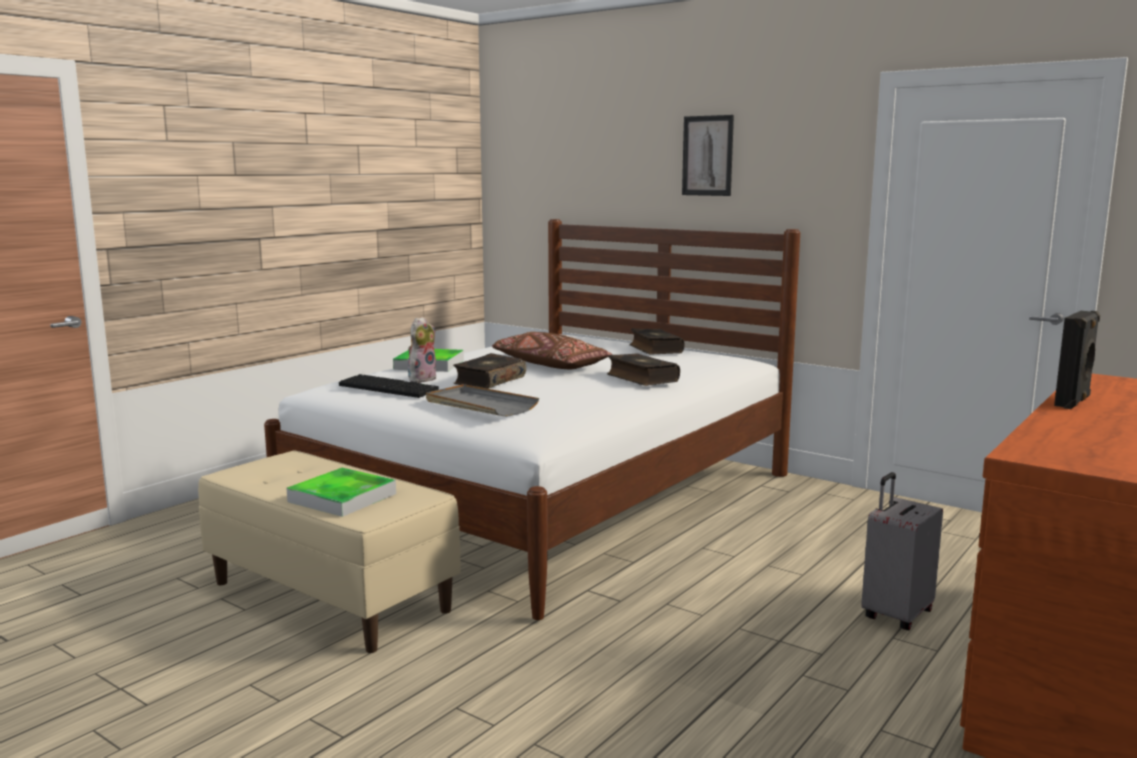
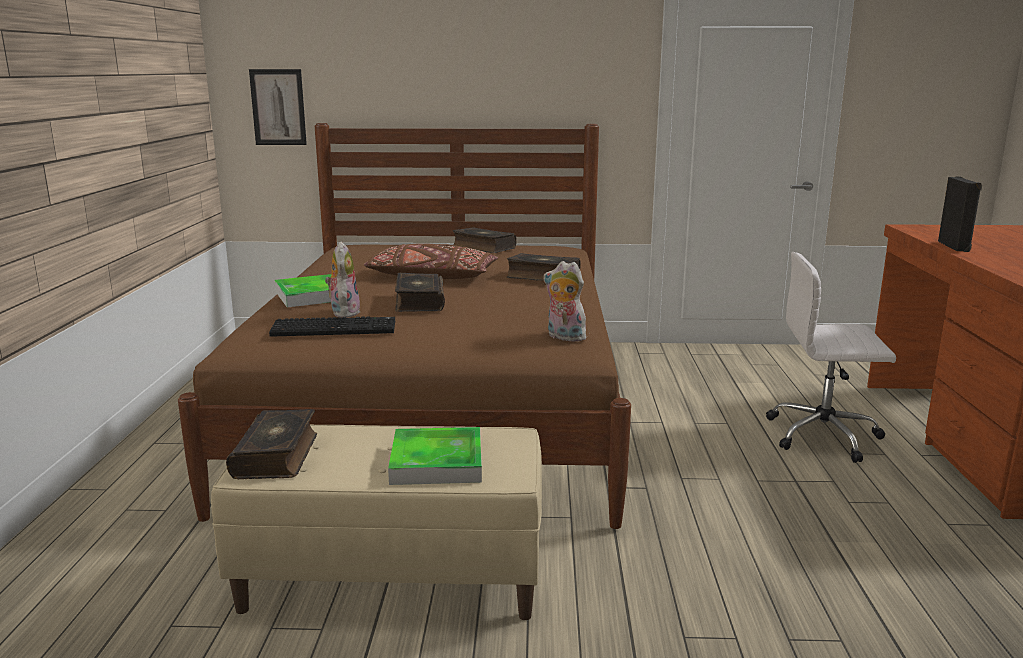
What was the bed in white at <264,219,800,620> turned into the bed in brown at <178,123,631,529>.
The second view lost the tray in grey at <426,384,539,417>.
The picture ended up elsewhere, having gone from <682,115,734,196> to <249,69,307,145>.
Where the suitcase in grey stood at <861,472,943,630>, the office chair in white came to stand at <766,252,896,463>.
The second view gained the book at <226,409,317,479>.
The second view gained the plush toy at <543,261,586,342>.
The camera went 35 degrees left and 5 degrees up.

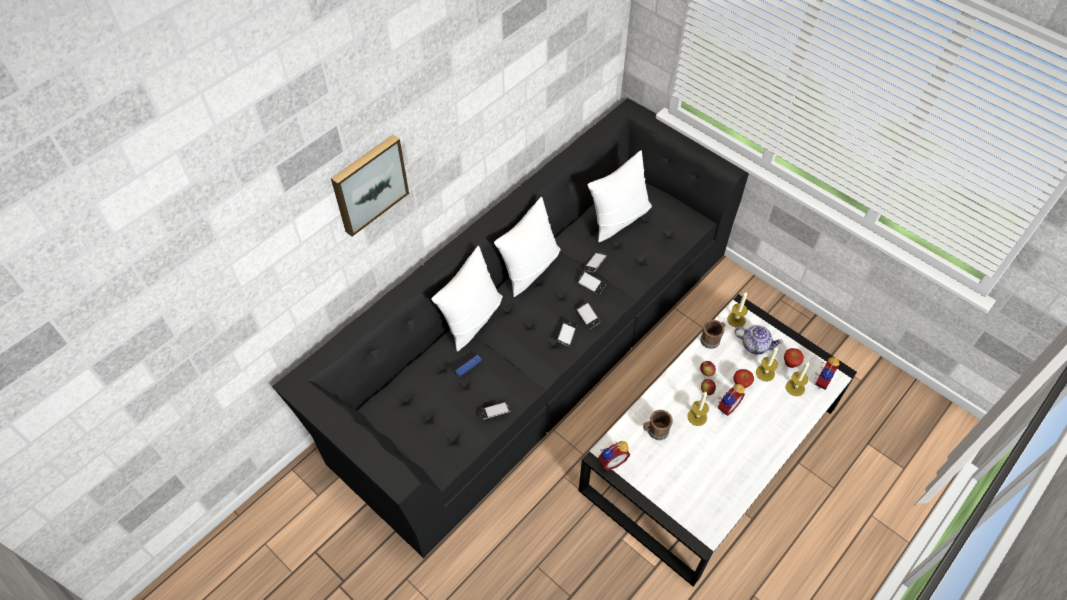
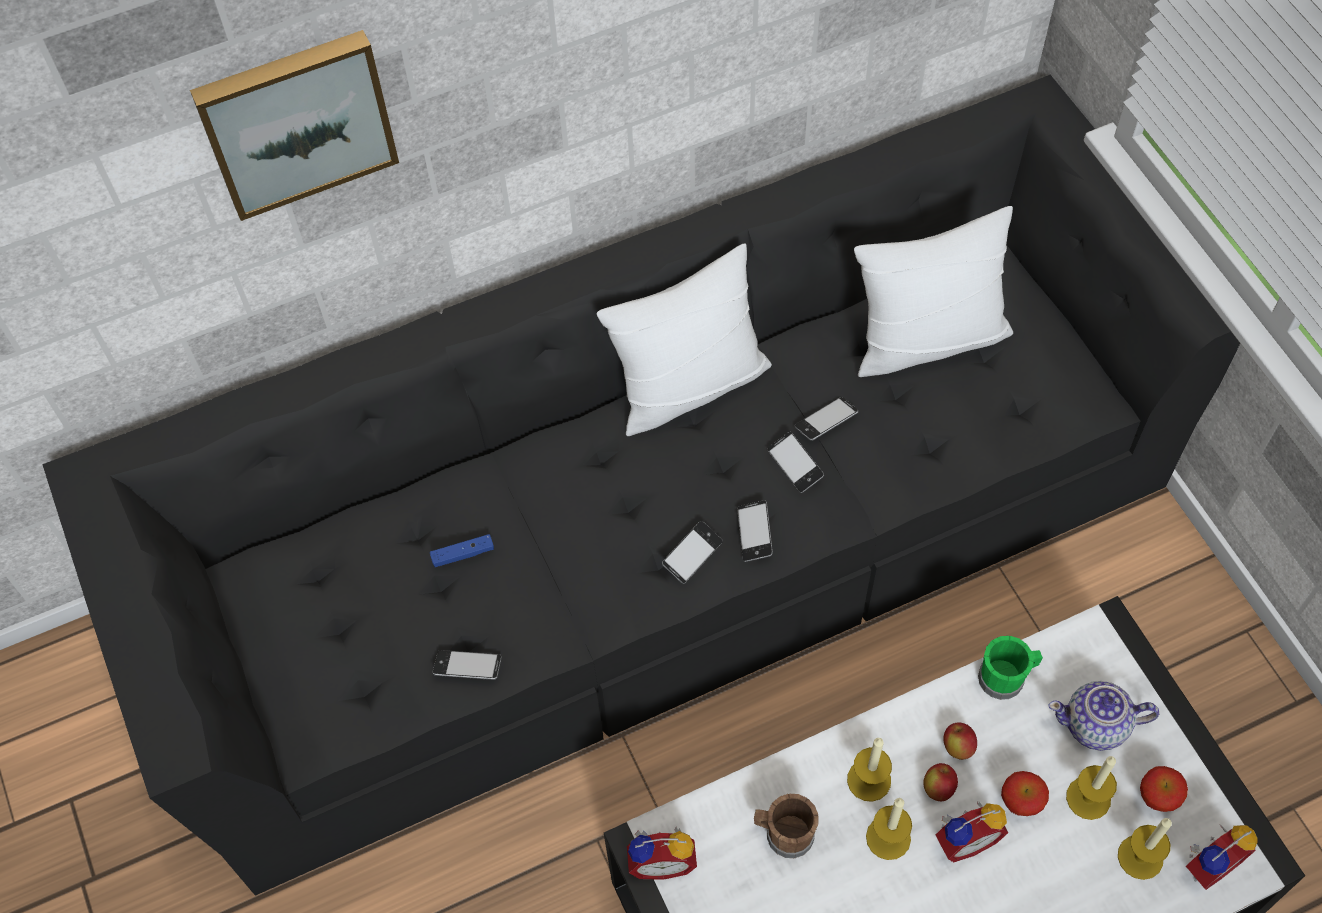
The second view lost the pillow in white at <431,246,503,352>.
What was the mug in brown at <700,320,725,349> turned into the mug in green at <978,636,1043,700>.
The candle ended up elsewhere, having gone from <727,292,748,327> to <847,738,892,802>.
The teapot at <734,325,783,354> ended up facing another way, 135 degrees clockwise from before.
The camera went 25 degrees right and 5 degrees up.

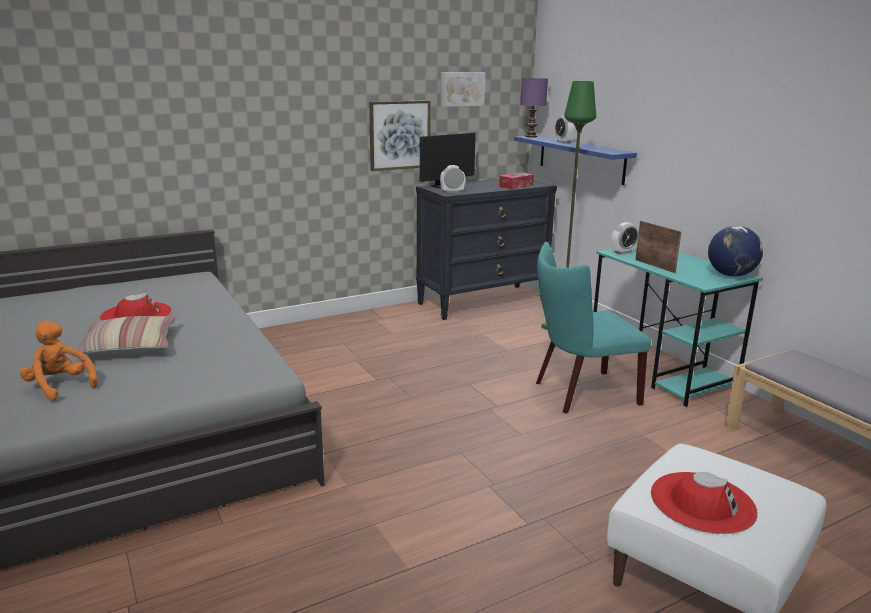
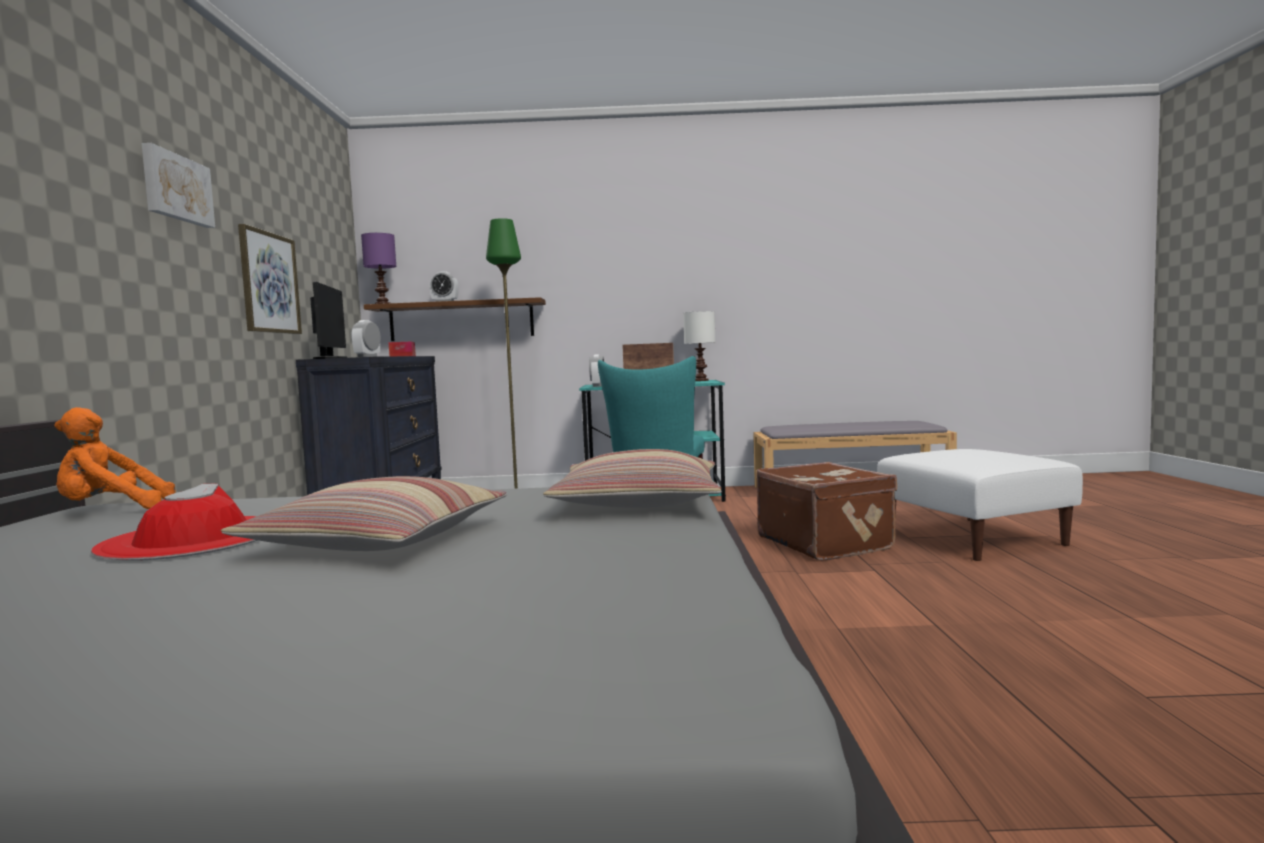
The plush toy in orange ended up elsewhere, having gone from <20,321,97,401> to <55,407,176,509>.
The picture ended up elsewhere, having gone from <441,72,485,107> to <142,143,215,228>.
What was the shelf in blue at <514,136,637,185> turned into the shelf in brown at <364,297,546,341>.
The second view lost the hat in red at <651,472,758,534>.
Where the globe stood at <708,226,763,277>, the table lamp in white came to stand at <683,311,716,381>.
The second view gained the pillow at <543,449,722,508>.
The second view gained the suitcase in brown at <756,462,897,560>.
The camera went 60 degrees left and 15 degrees down.

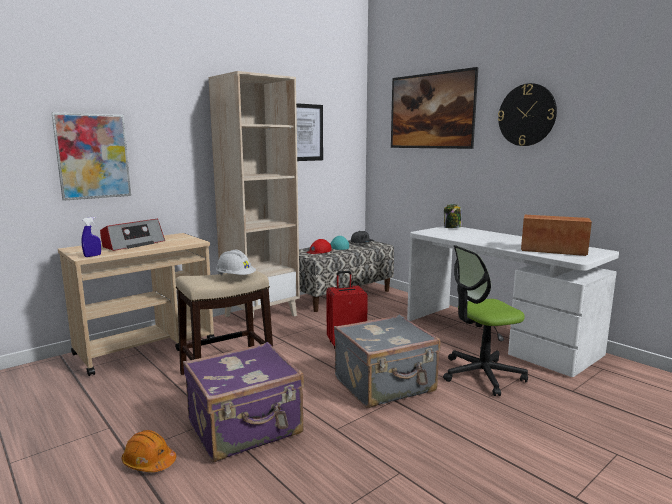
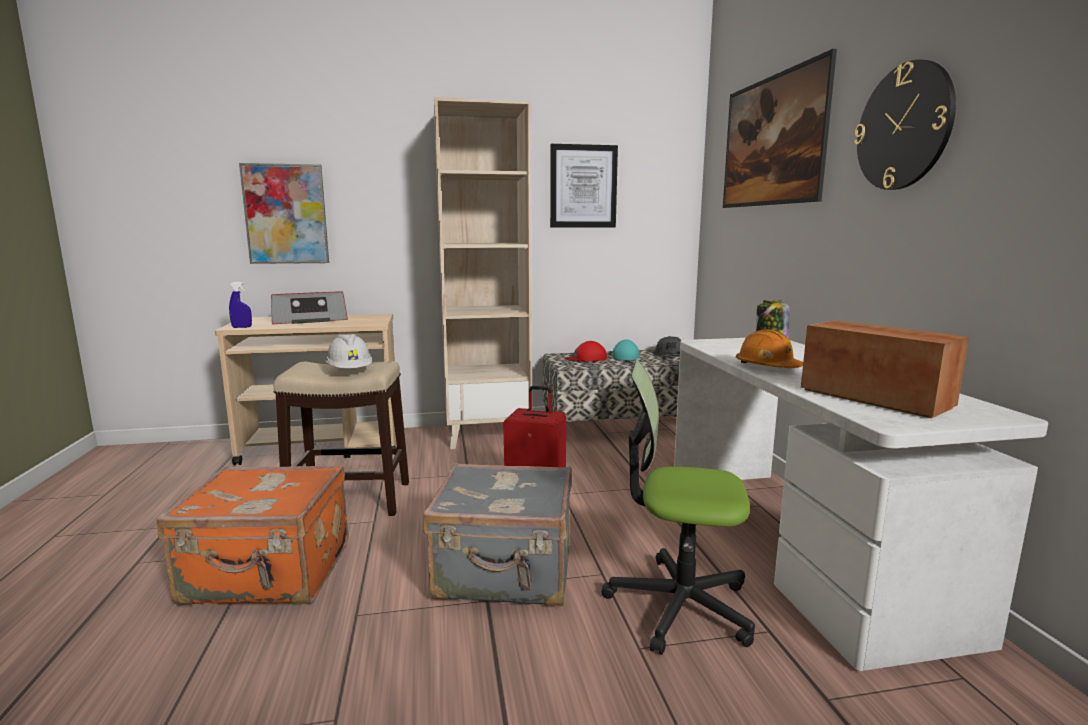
The hard hat in orange ended up elsewhere, having gone from <122,430,176,472> to <736,329,803,368>.
What was the suitcase in purple at <183,342,304,462> turned into the suitcase in orange at <157,465,348,605>.
The camera went 30 degrees right and 0 degrees up.

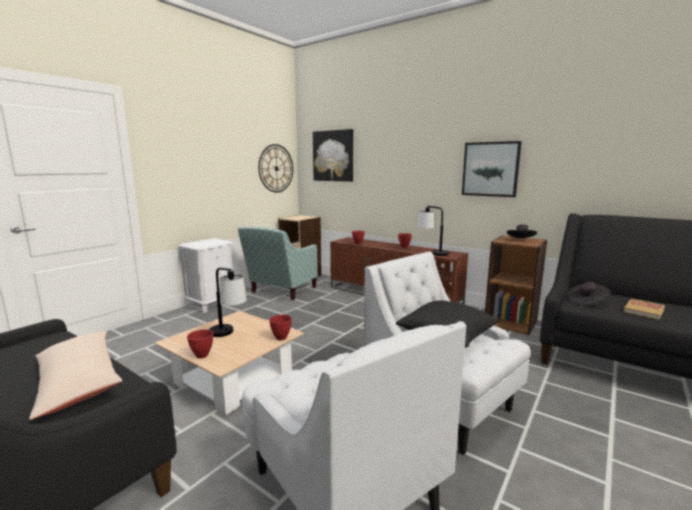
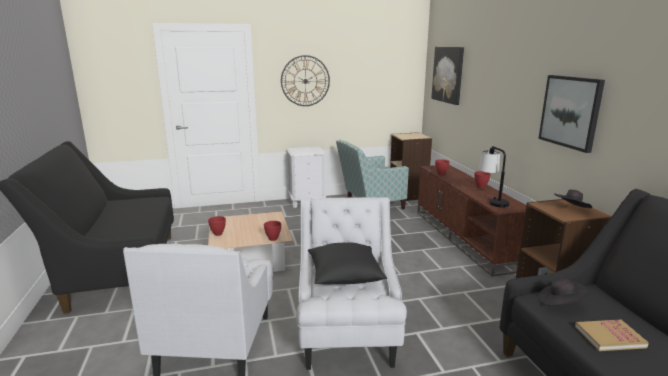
The second view lost the pillow in beige at <29,331,123,420>.
The second view lost the table lamp at <209,267,247,337>.
The wall clock ended up elsewhere, having gone from <258,144,293,192> to <281,55,330,106>.
The camera went 40 degrees right and 5 degrees up.

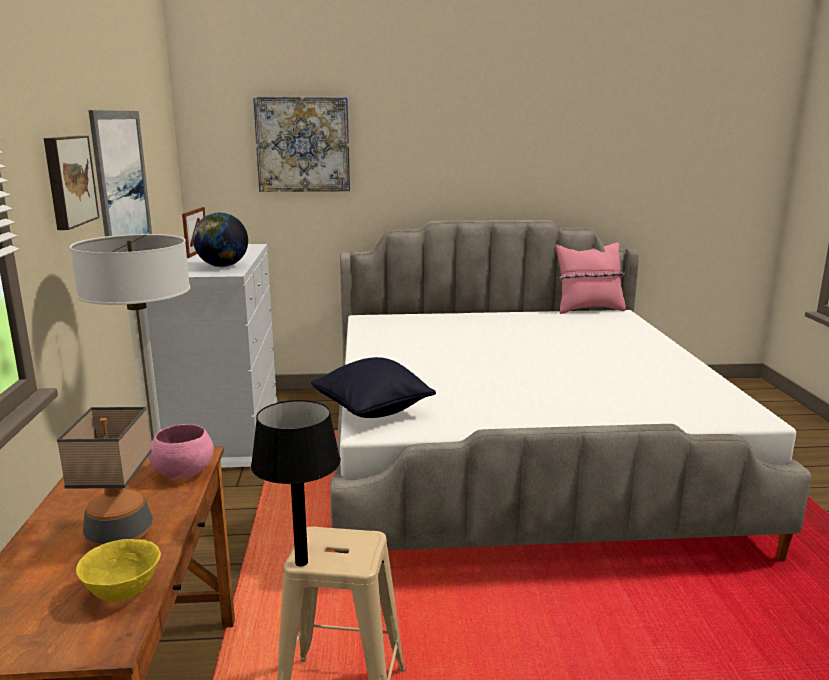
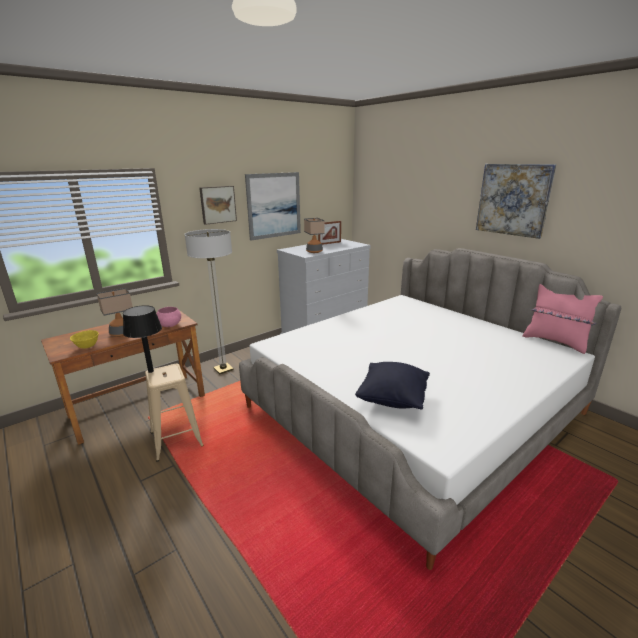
Where the globe stood at <193,212,248,267>, the table lamp came to stand at <304,218,325,253>.
The picture ended up elsewhere, having gone from <253,97,350,192> to <476,164,556,239>.
The pillow in black ended up elsewhere, having gone from <311,357,436,418> to <355,362,430,409>.
The camera went 55 degrees right and 5 degrees up.

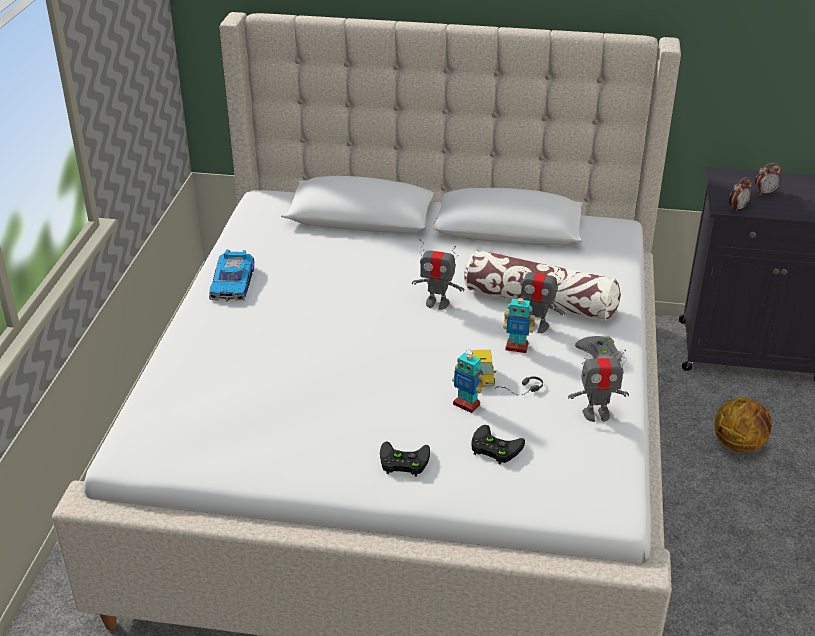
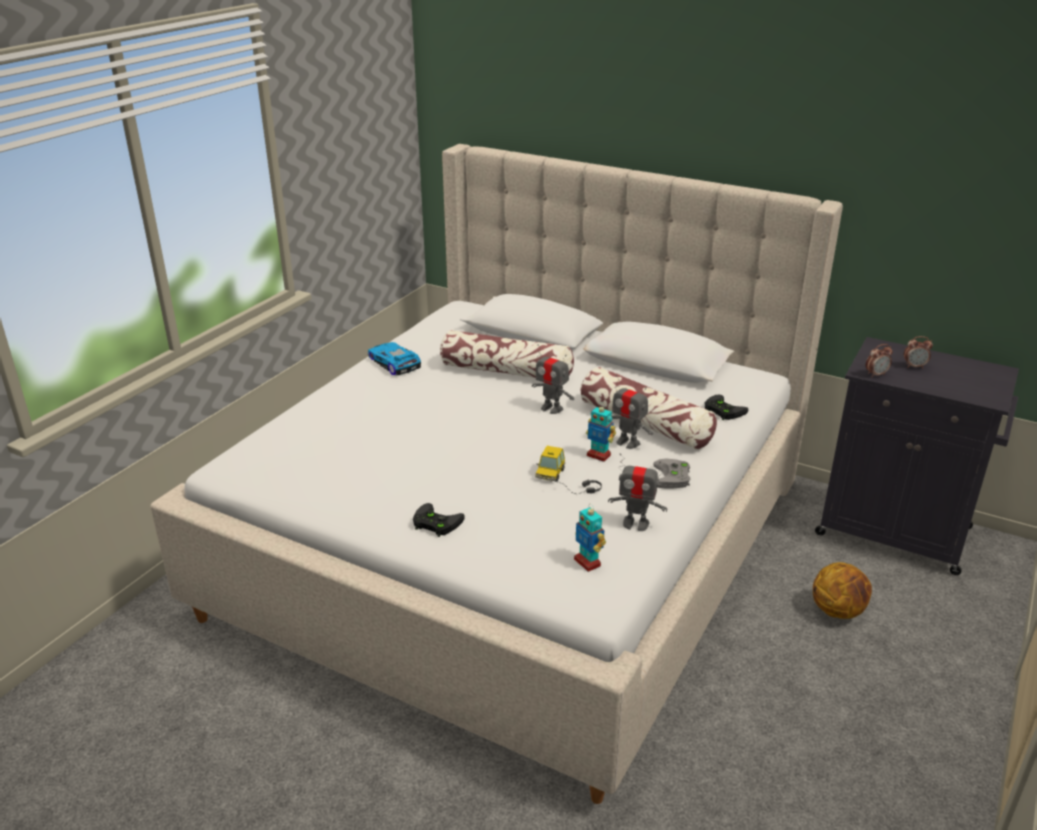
The toy car at <209,250,254,301> ended up facing another way, 120 degrees clockwise from before.
The toy robot ended up elsewhere, having gone from <452,349,486,413> to <574,504,606,572>.
The game controller in black ended up elsewhere, having gone from <471,425,525,465> to <705,395,748,420>.
The second view gained the pillow at <440,330,574,378>.
The camera went 20 degrees right and 5 degrees down.

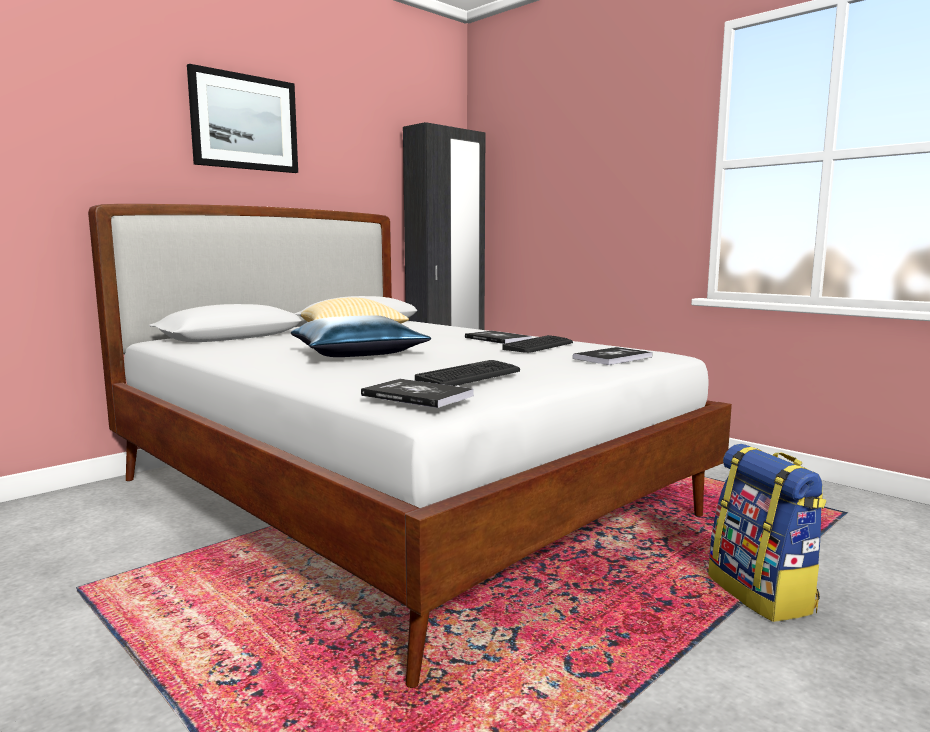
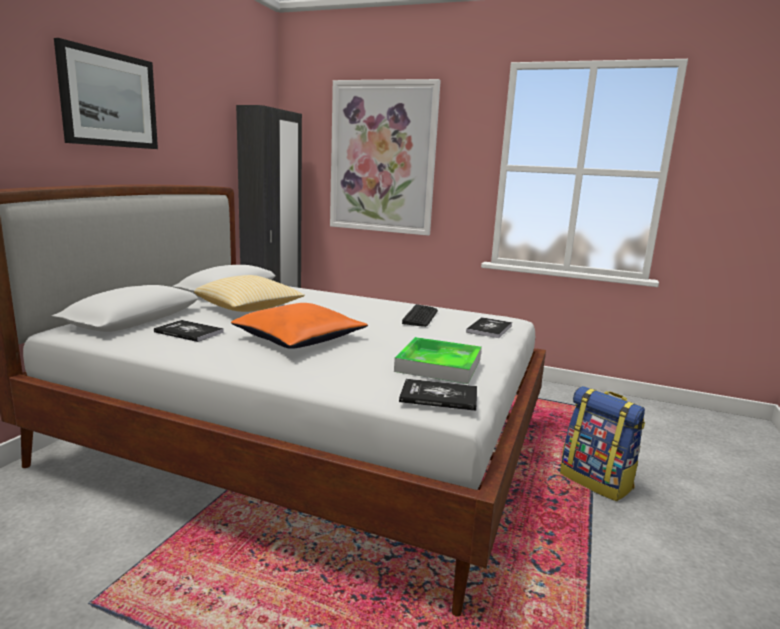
What was the pillow in blue at <291,315,431,357> turned into the pillow in orange at <231,303,368,349>.
Where the keyboard stood at <415,360,520,386>, the tray came to stand at <394,337,482,384>.
The book ended up elsewhere, having gone from <465,331,532,344> to <154,320,224,342>.
The second view gained the picture at <330,79,441,236>.
The camera went 25 degrees left and 5 degrees up.

